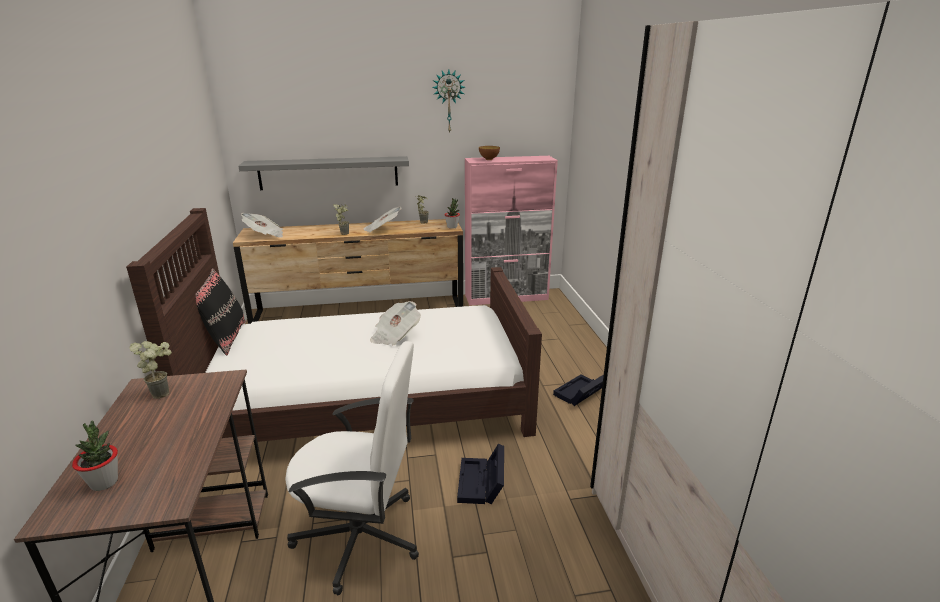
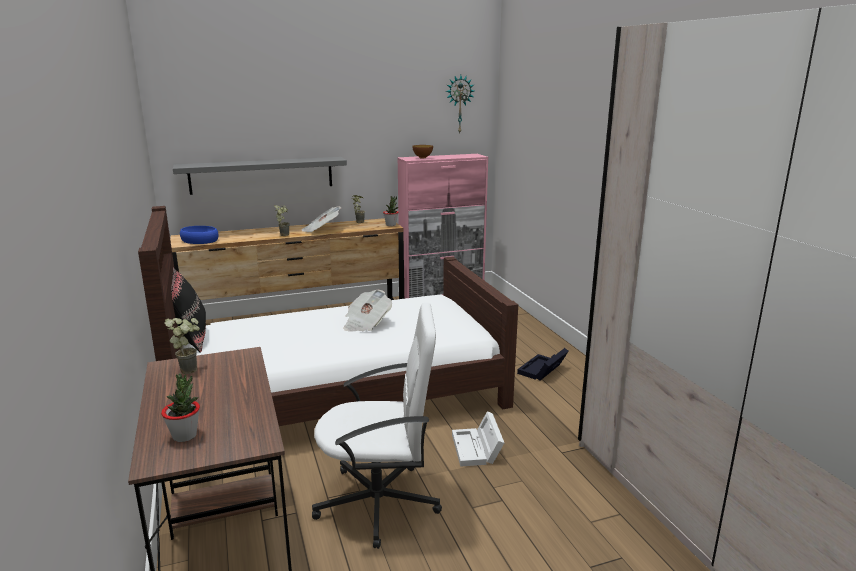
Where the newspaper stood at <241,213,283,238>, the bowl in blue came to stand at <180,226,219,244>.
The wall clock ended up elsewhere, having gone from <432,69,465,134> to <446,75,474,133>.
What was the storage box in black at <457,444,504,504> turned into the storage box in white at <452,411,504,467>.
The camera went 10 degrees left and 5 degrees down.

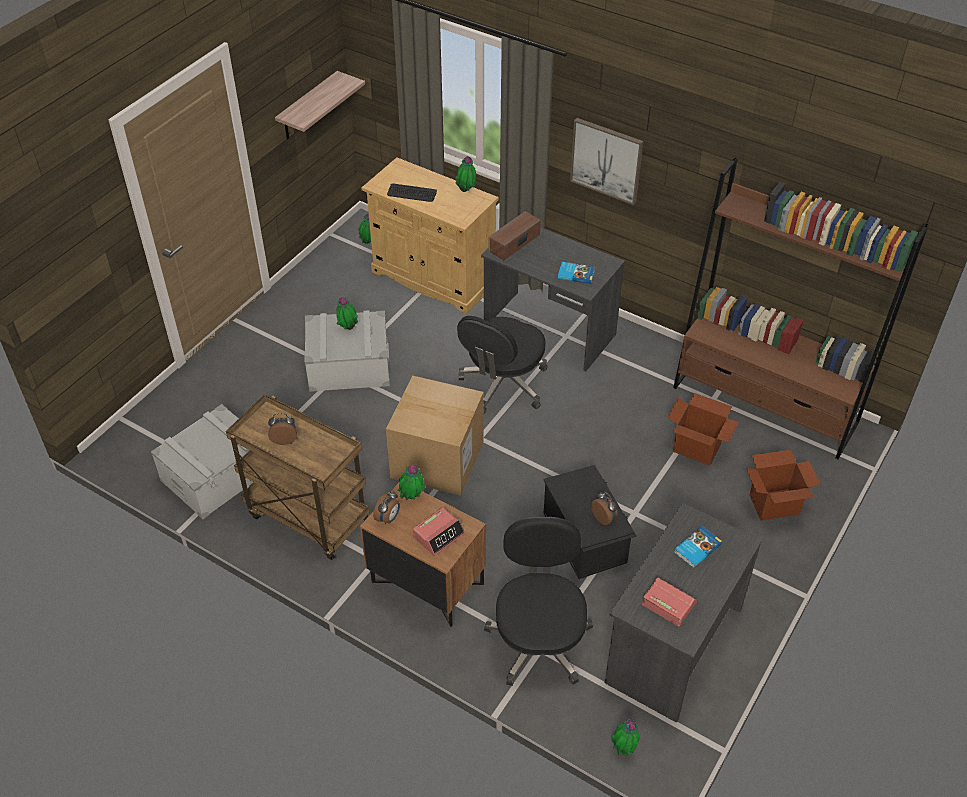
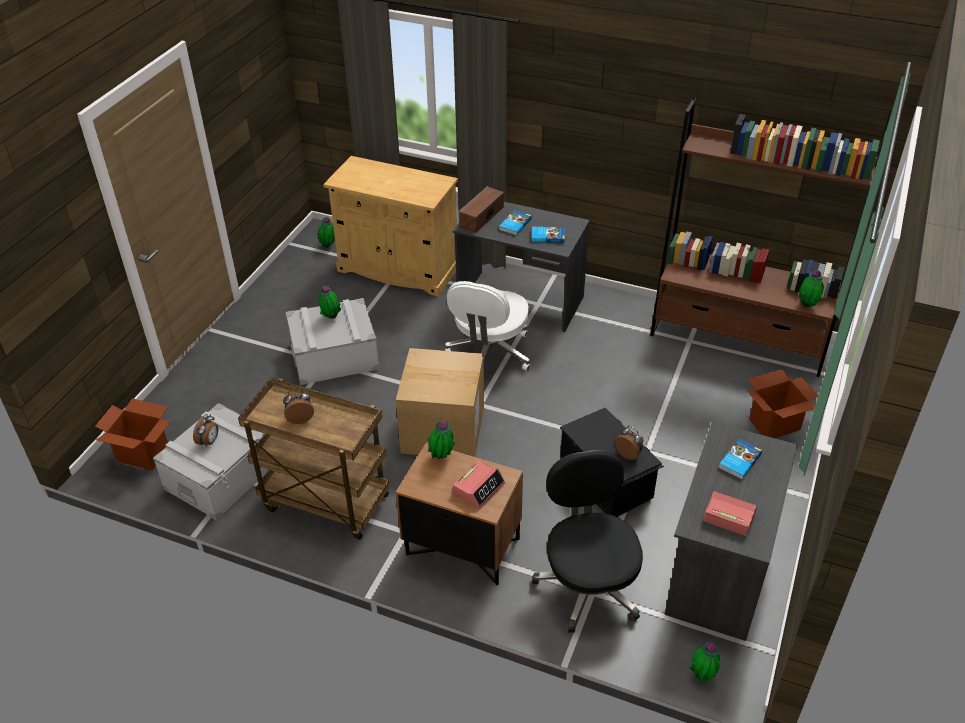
The second view lost the shelf at <275,71,365,140>.
The alarm clock ended up elsewhere, having gone from <373,491,400,524> to <193,414,218,447>.
The second view lost the keyboard at <387,183,437,202>.
The potted plant ended up elsewhere, having gone from <455,156,476,192> to <798,270,824,308>.
What was the office chair in black at <457,316,547,414> turned into the office chair in white at <445,281,531,371>.
The second view lost the picture at <570,118,643,205>.
The cardboard box ended up elsewhere, having gone from <667,393,738,466> to <95,398,171,470>.
The second view gained the book at <499,210,532,235>.
The camera went 10 degrees left and 5 degrees down.

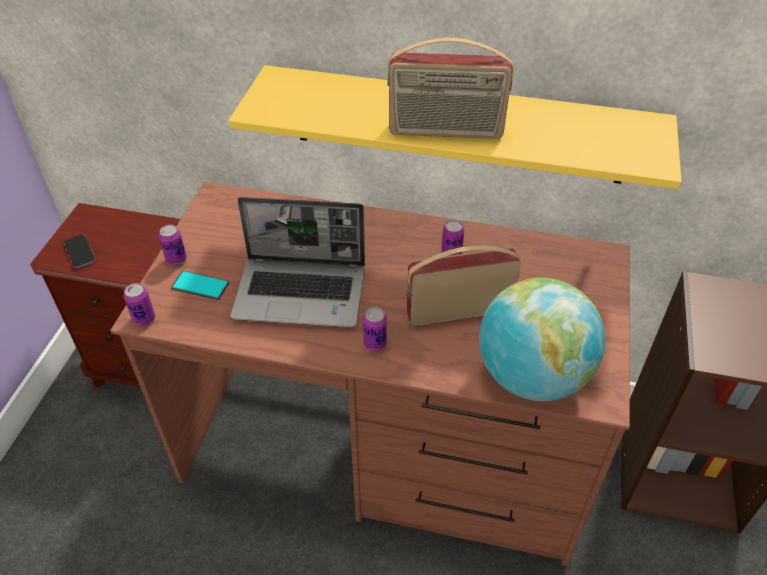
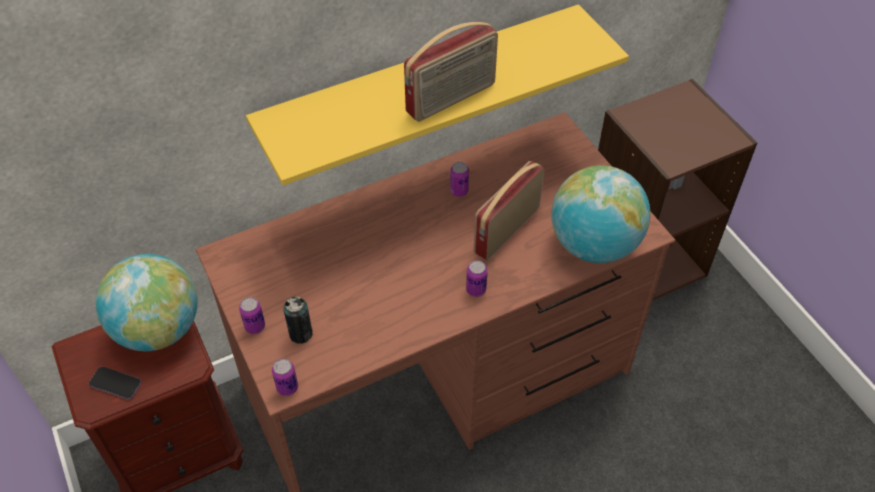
Where the phone stood at <171,271,229,300>, the can came to stand at <283,296,313,344>.
The second view lost the laptop at <231,197,365,327>.
The second view gained the globe at <96,254,198,351>.
The camera went 40 degrees left and 5 degrees up.

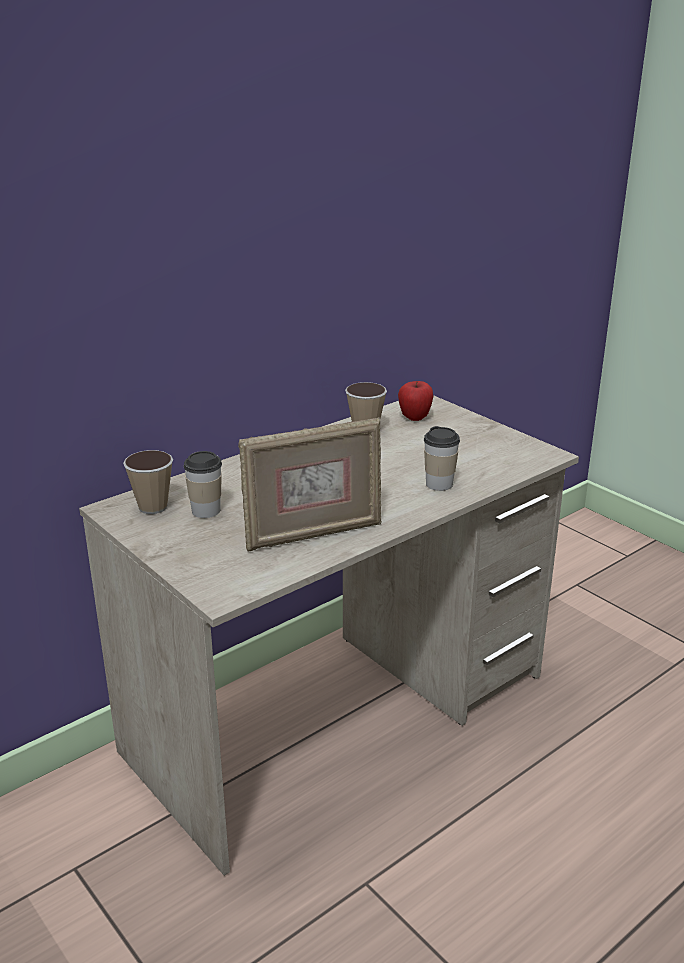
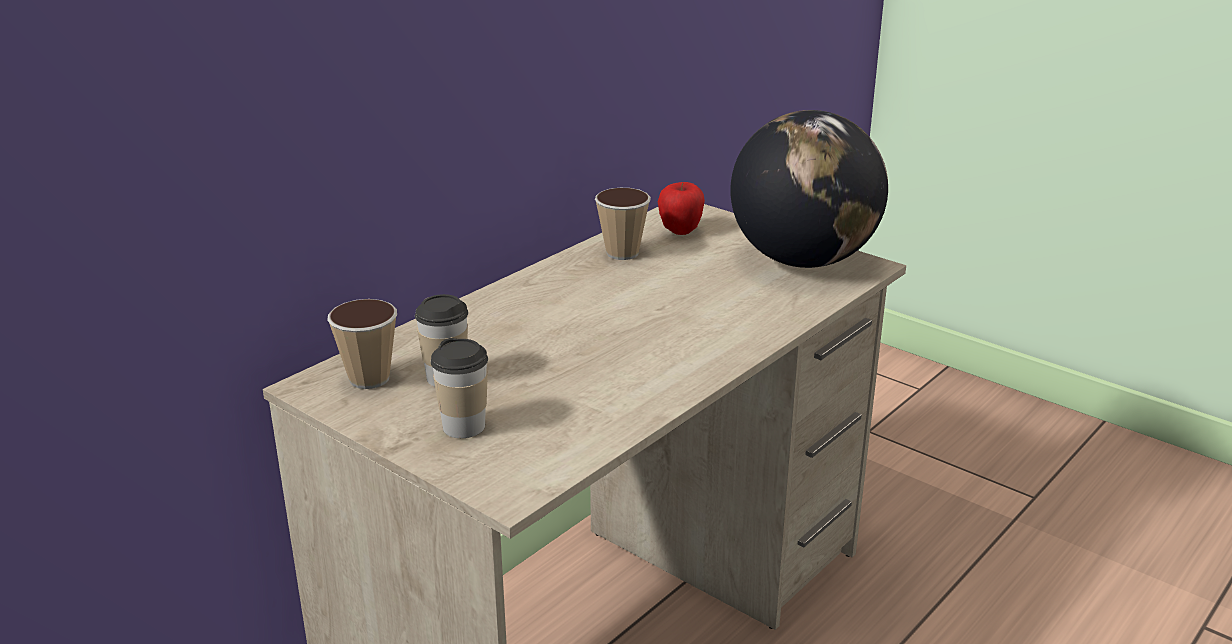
The second view lost the picture frame at <238,417,382,552>.
The cup ended up elsewhere, having gone from <424,426,460,491> to <431,338,488,438>.
The second view gained the globe at <730,110,888,268>.
The camera went 10 degrees left and 0 degrees up.

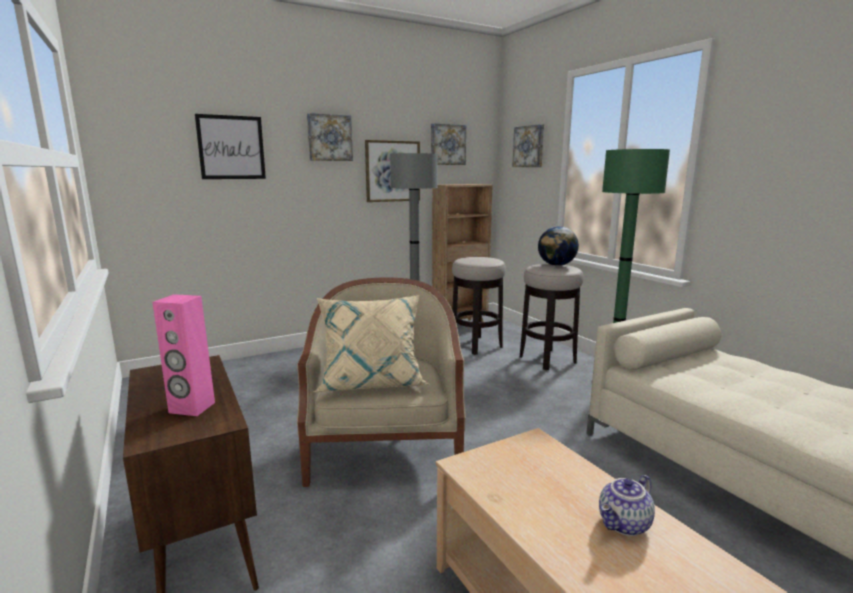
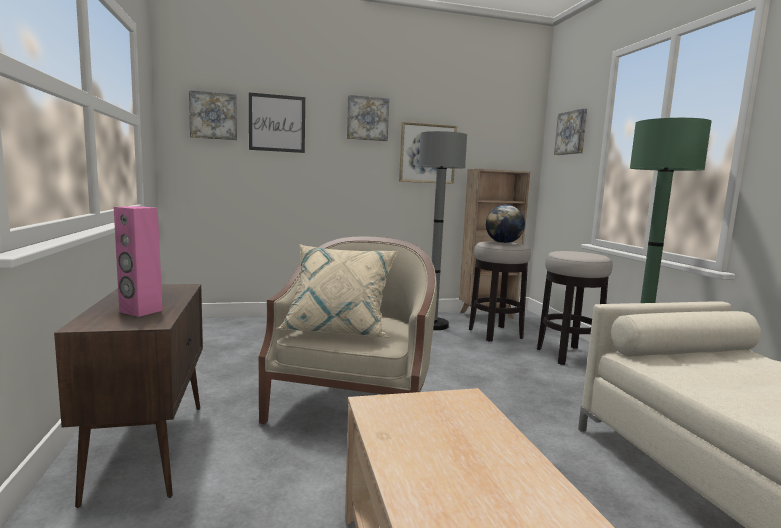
The picture ended up elsewhere, having gone from <431,123,466,165> to <189,90,237,140>.
The globe ended up elsewhere, having gone from <538,226,579,266> to <486,205,525,243>.
The second view lost the teapot at <599,475,655,536>.
The camera went 15 degrees right and 5 degrees down.

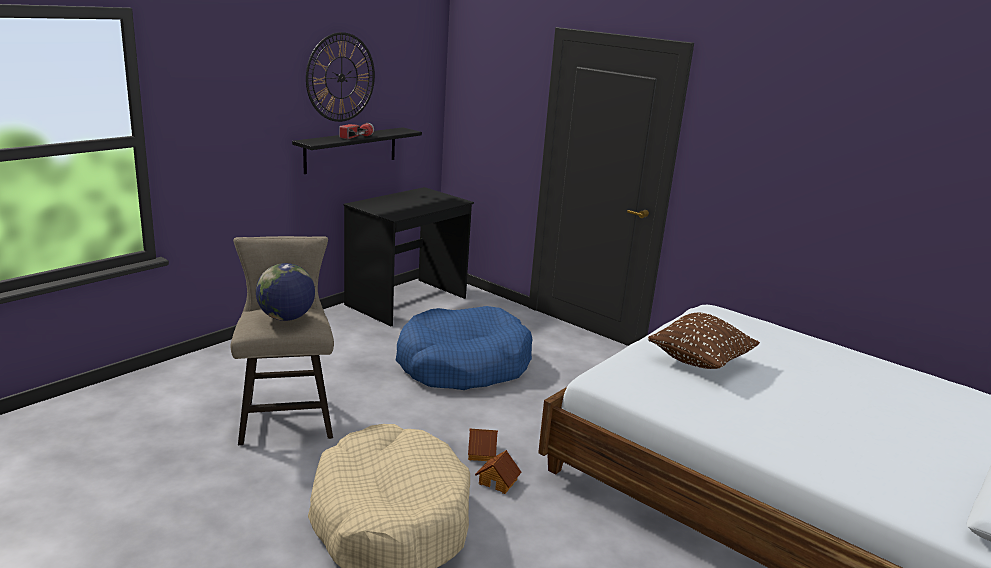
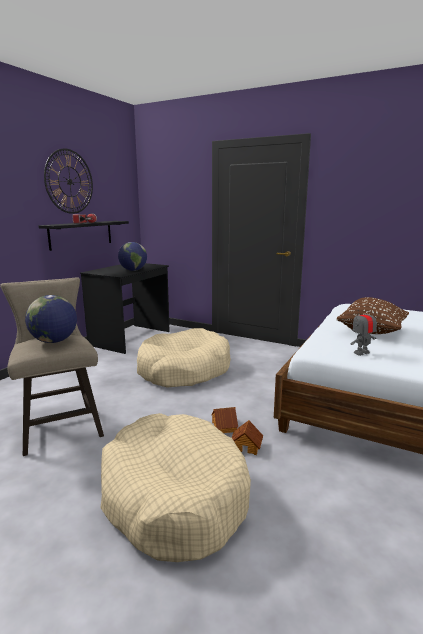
What was the dog bed in blue at <396,306,533,390> turned into the dog bed in beige at <137,328,231,388>.
The second view gained the globe at <118,242,147,271>.
The second view gained the toy robot at <351,305,377,356>.
The camera went 10 degrees left and 5 degrees down.

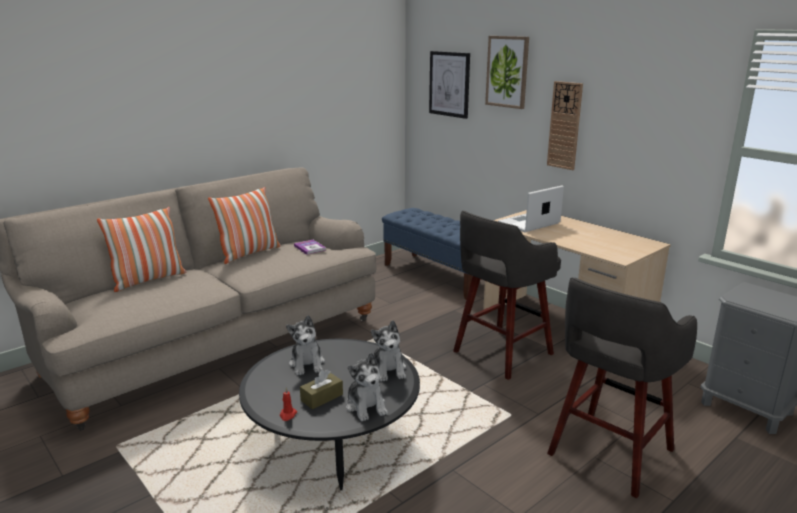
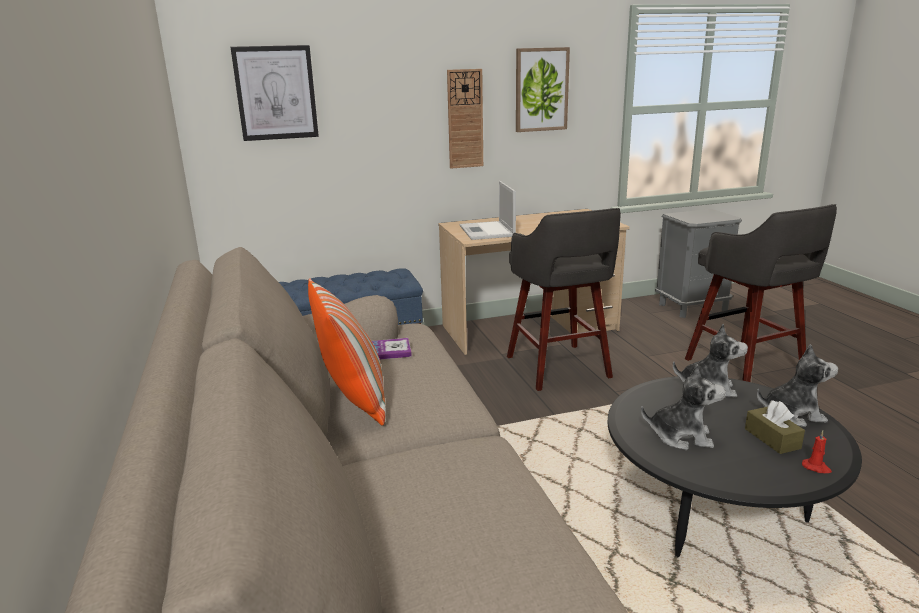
The second view lost the pillow at <97,207,186,292>.
The picture ended up elsewhere, having gone from <485,36,529,109> to <516,47,570,132>.
The camera went 65 degrees left and 0 degrees up.

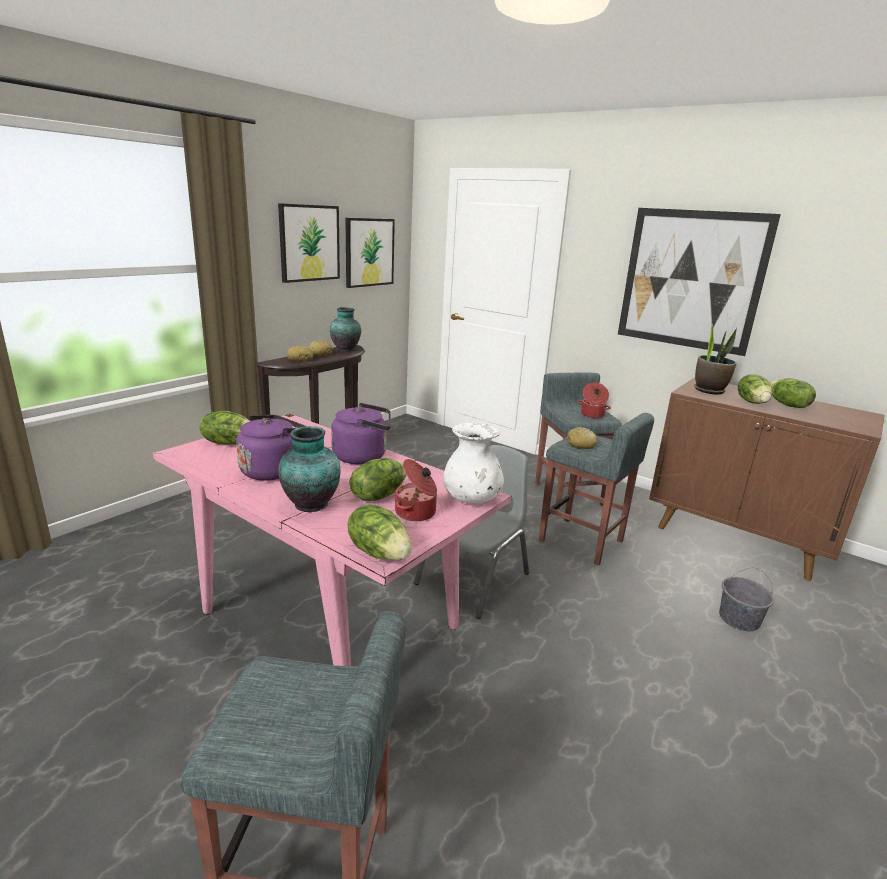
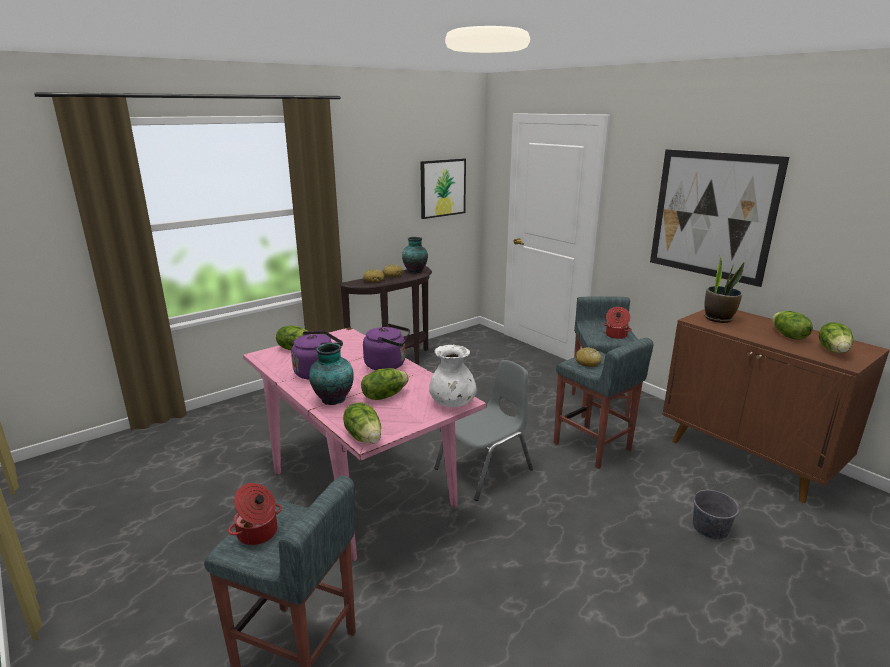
The second view lost the picture at <278,203,340,283>.
The cooking pot ended up elsewhere, having gone from <395,459,437,521> to <228,483,282,545>.
The lettuce ended up elsewhere, having gone from <738,374,772,404> to <819,322,853,353>.
The camera went 15 degrees right and 0 degrees up.

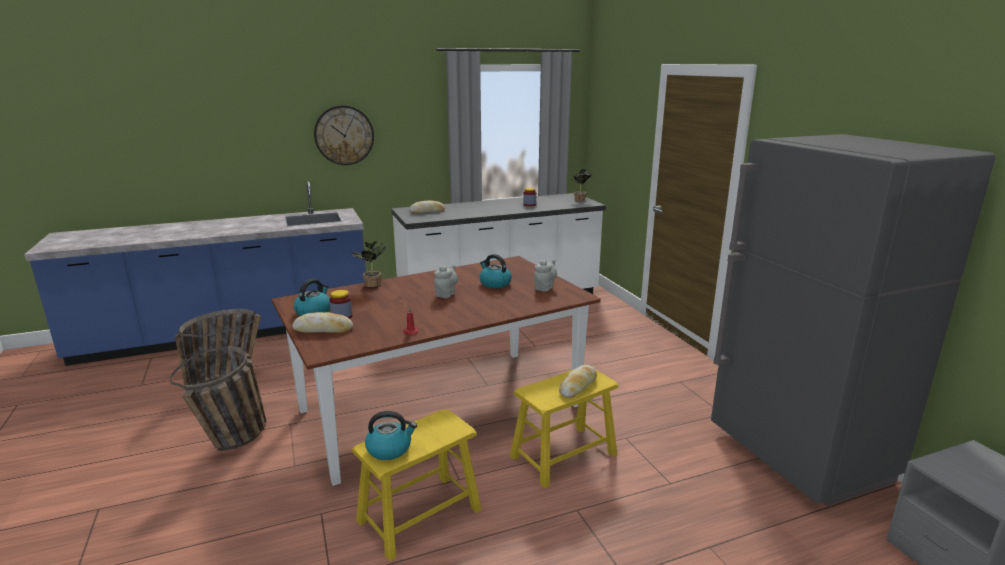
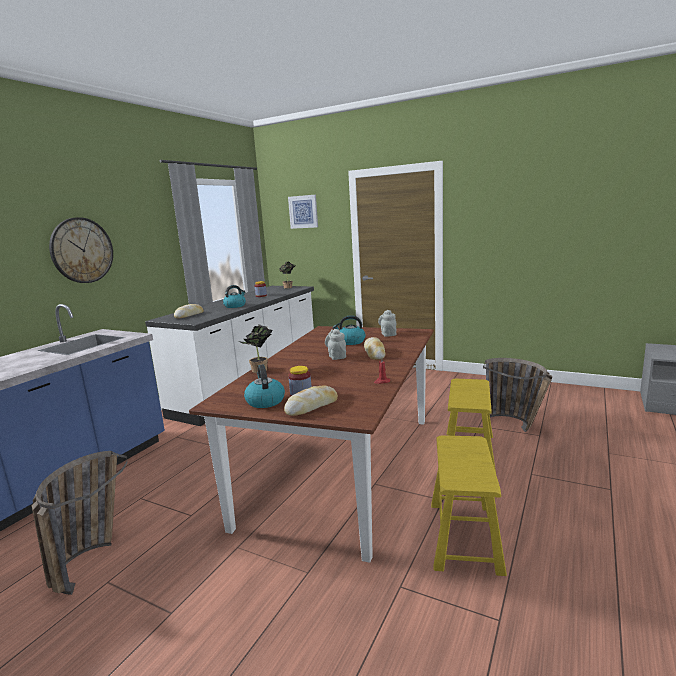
The basket ended up elsewhere, having gone from <170,346,267,451> to <483,358,552,432>.
The kettle ended up elsewhere, having gone from <365,411,417,460> to <223,285,246,308>.
The bread ended up elsewhere, having gone from <559,365,597,398> to <364,337,385,360>.
The second view lost the fridge in grey at <711,134,995,506>.
The second view gained the picture at <288,195,318,229>.
The camera went 40 degrees left and 5 degrees down.

